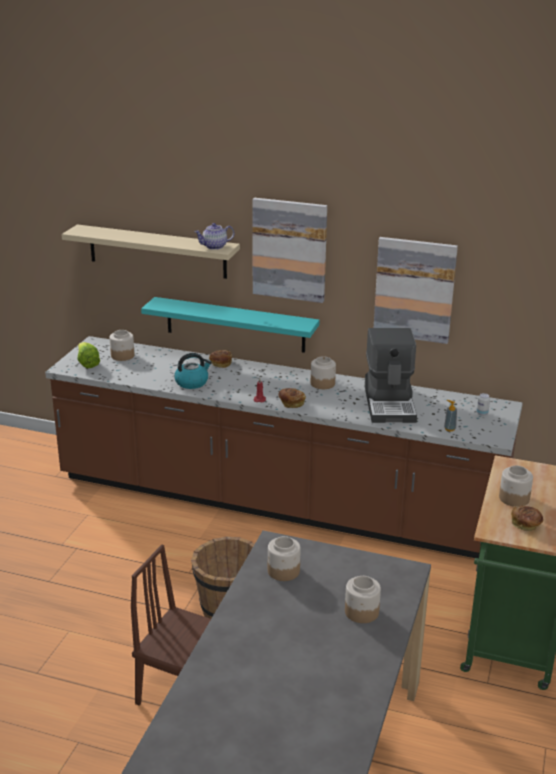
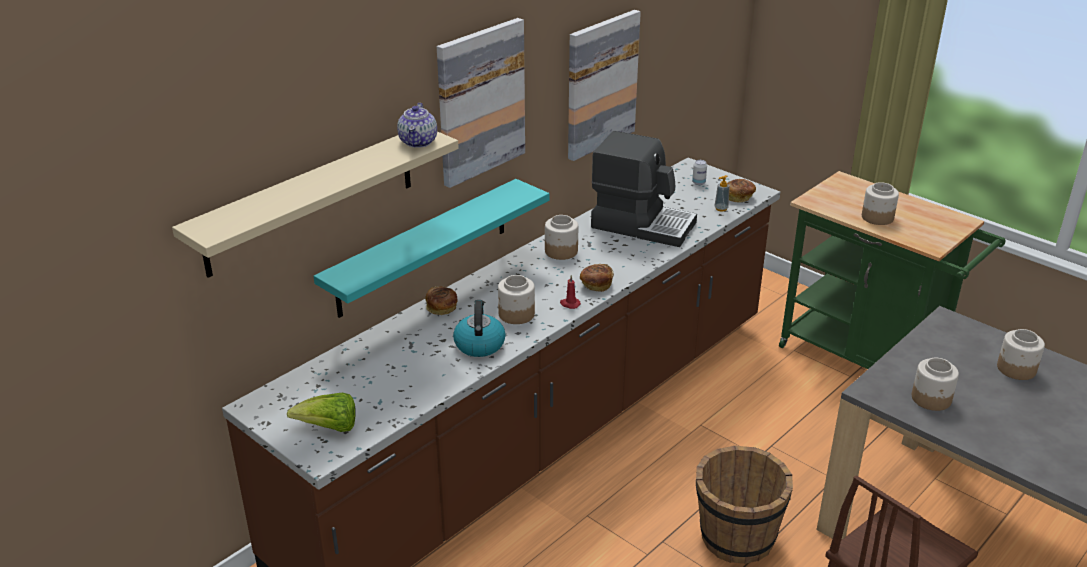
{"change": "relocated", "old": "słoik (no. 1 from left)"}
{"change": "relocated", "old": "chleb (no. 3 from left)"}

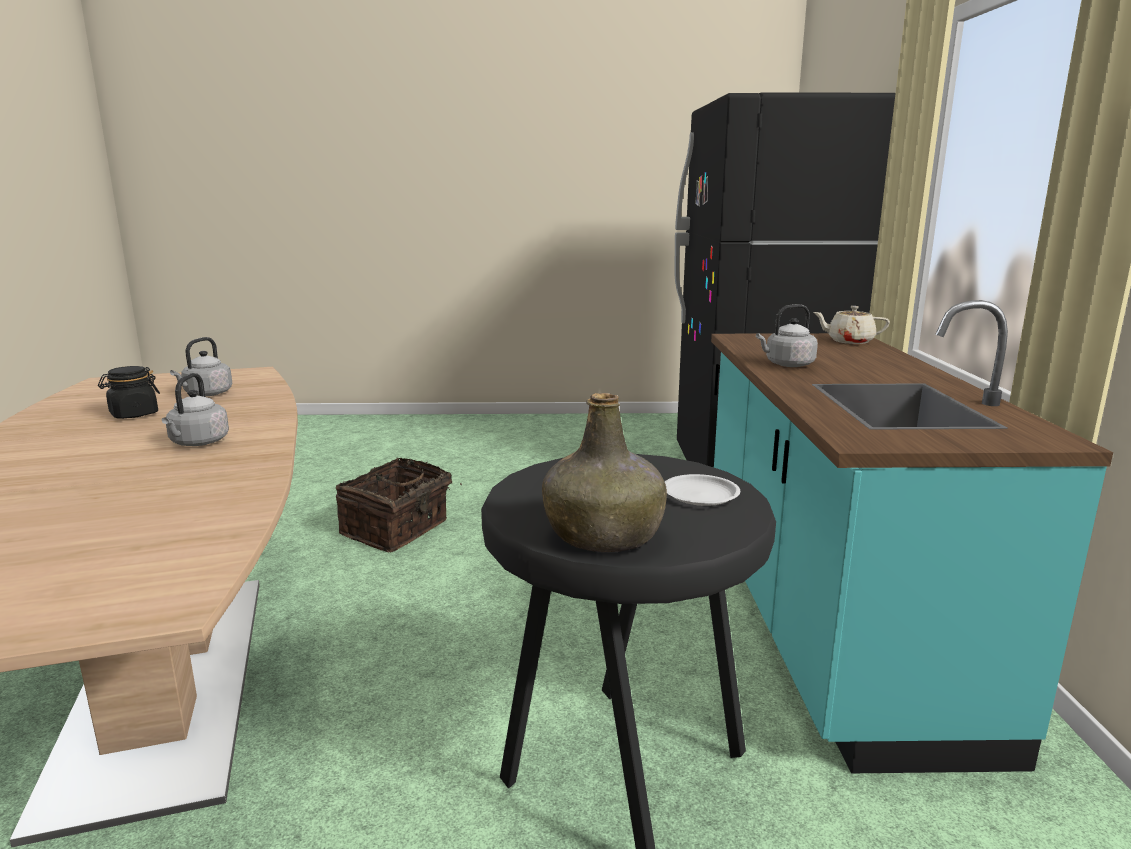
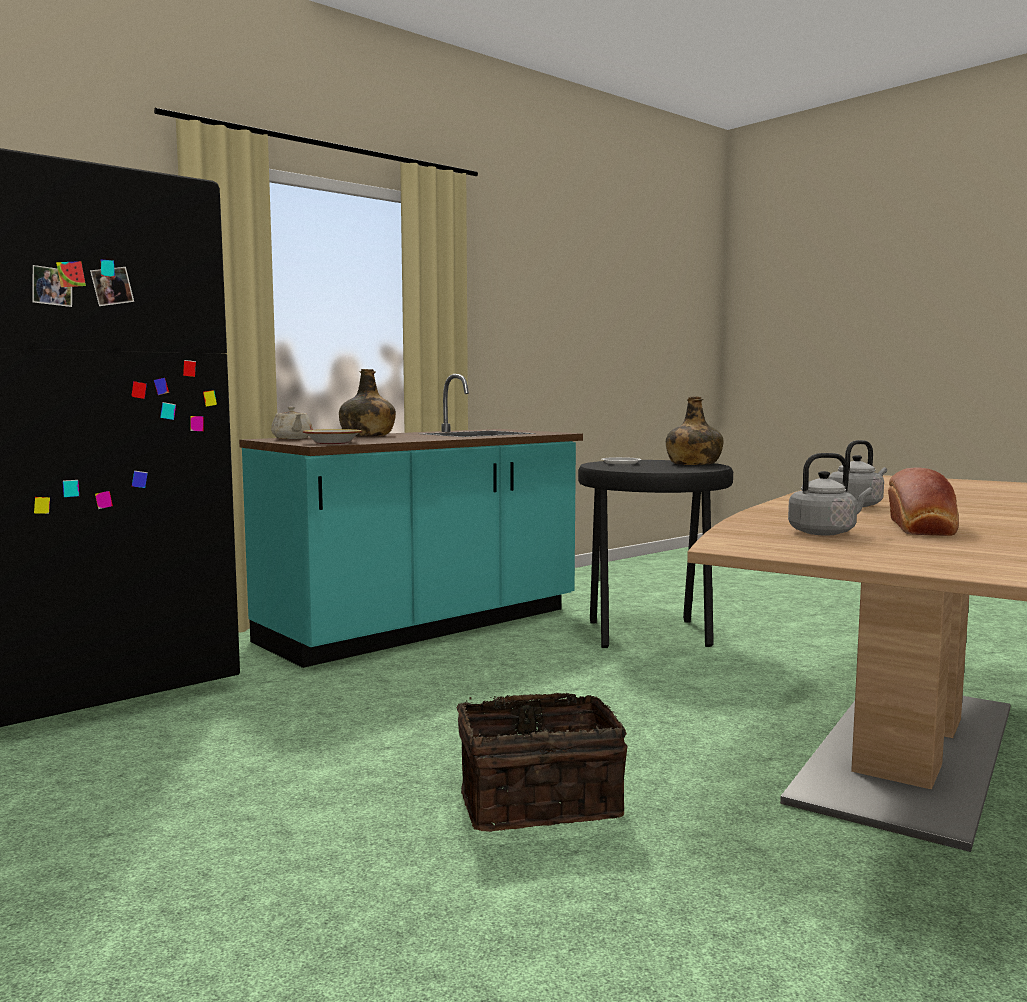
{"change": "missing", "old": "czajnik (szary) (no. 3 from left)"}
{"change": "appeared", "new": "miska"}
{"change": "appeared", "new": "butelka (zielony) (no. 1 from left)"}
{"change": "exchanged", "old": "słoik (czarny)", "new": "chleb"}

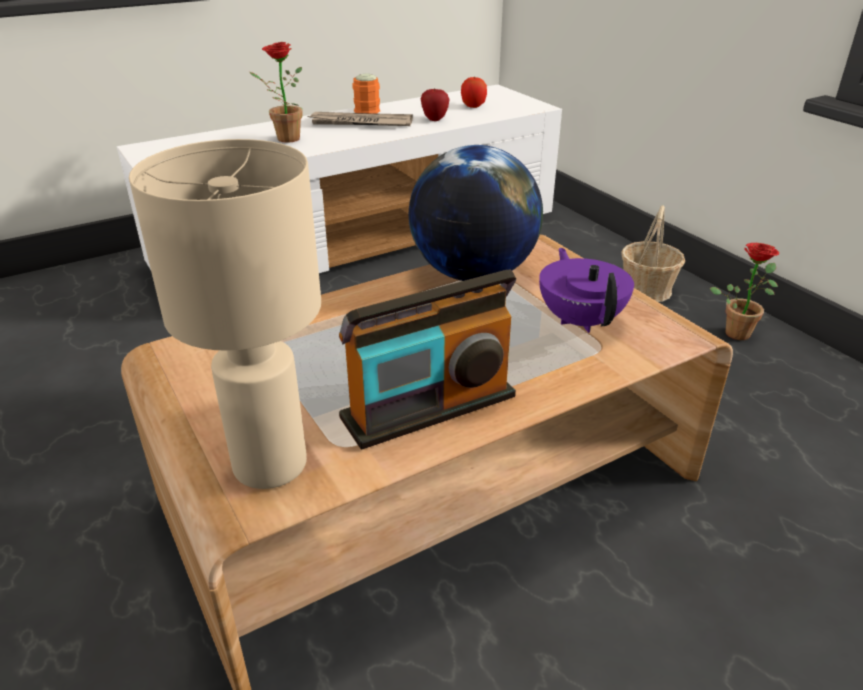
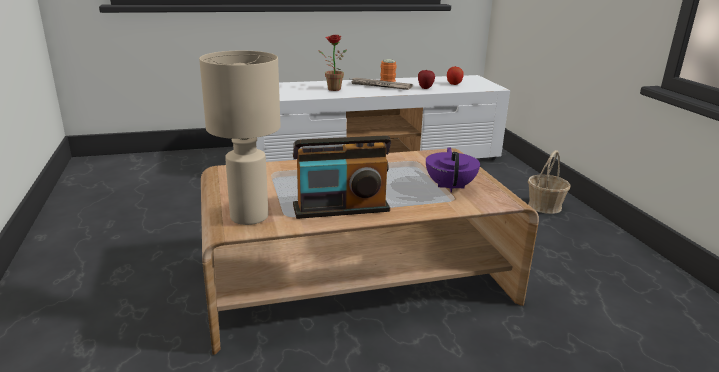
{"change": "missing", "old": "globus"}
{"change": "missing", "old": "roślina doniczkowa (no. 2 from left)"}

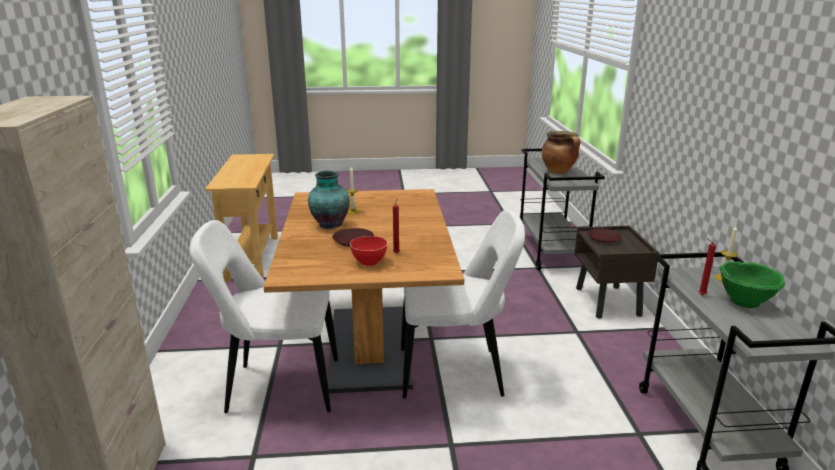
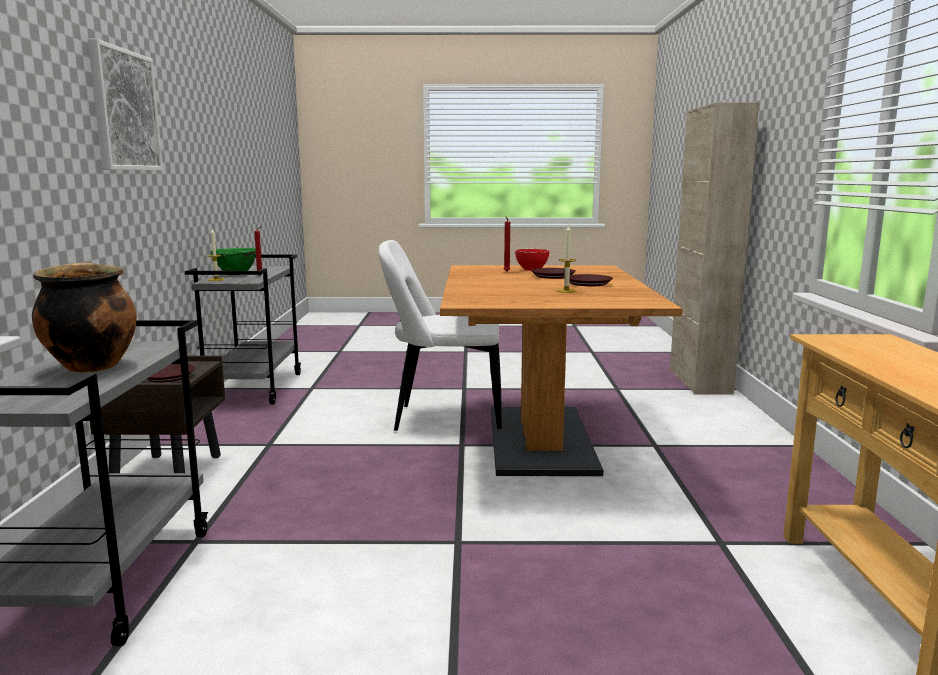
{"change": "missing", "old": "krzesło (biały) (no. 1 from left)"}
{"change": "appeared", "new": "obraz"}
{"change": "exchanged", "old": "wazon", "new": "talerz (brązowy) (no. 3 from left)"}

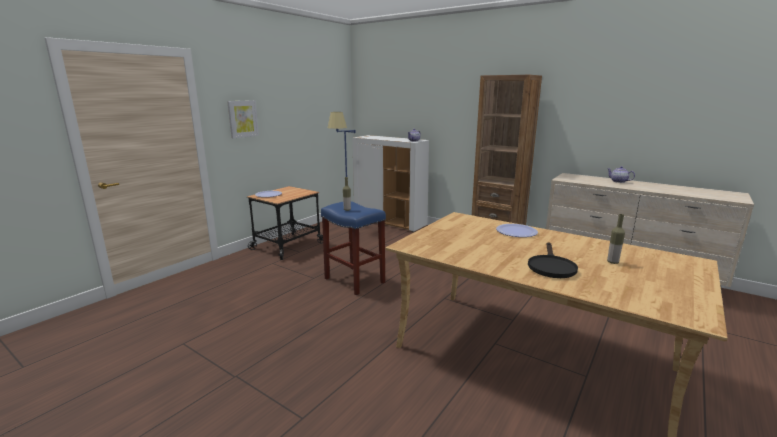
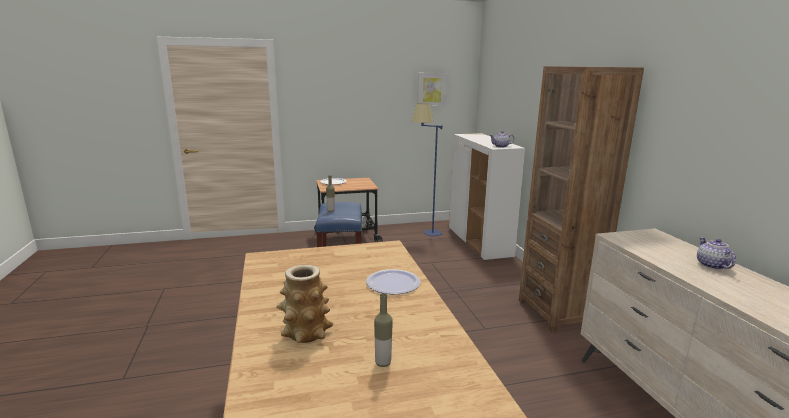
{"change": "relocated", "old": "obraz"}
{"change": "exchanged", "old": "patelnia (czarny)", "new": "wazon"}

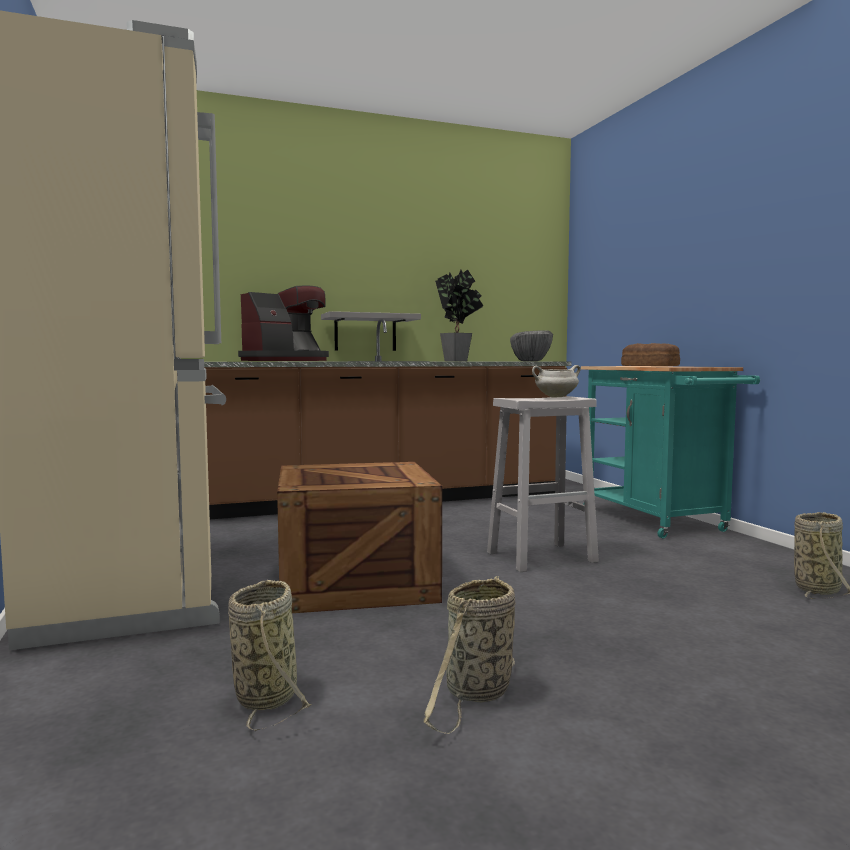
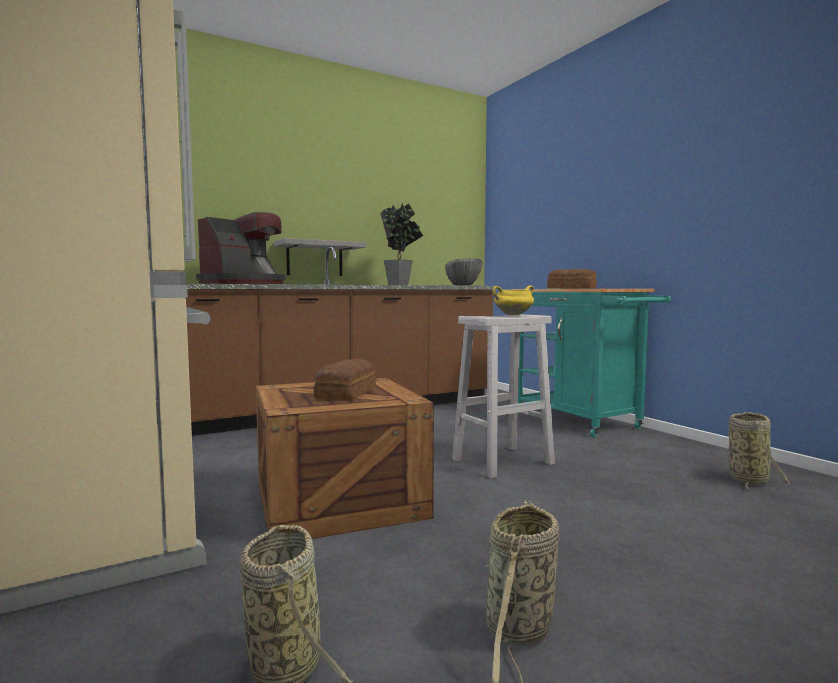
{"change": "appeared", "new": "chleb (no. 1 from left)"}
{"change": "colour", "old": "garnek (biały)", "new": "garnek (żółty)"}

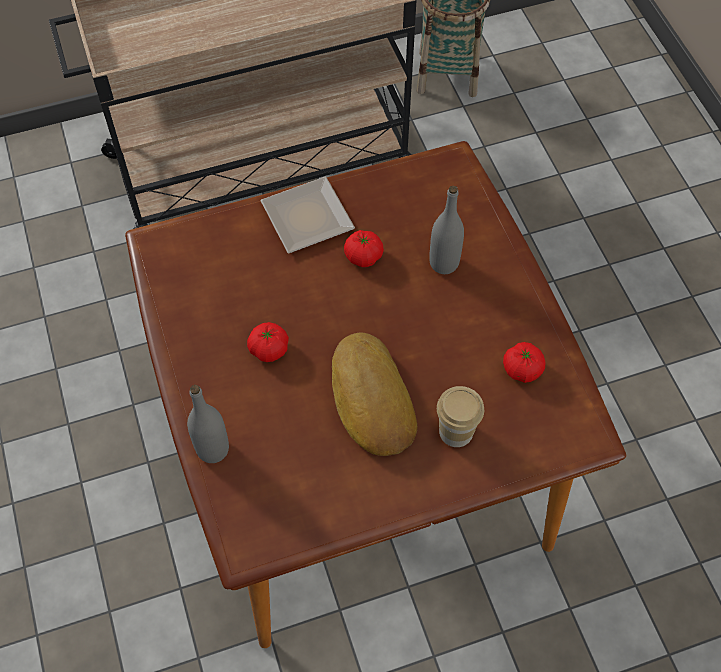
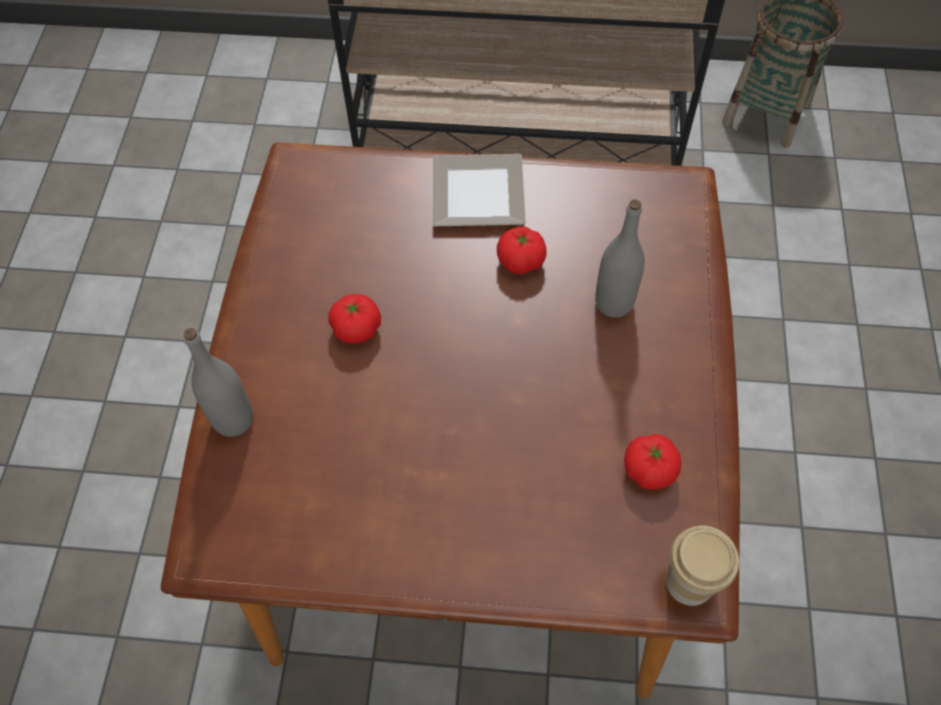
{"change": "missing", "old": "chleb"}
{"change": "relocated", "old": "filiżanka"}

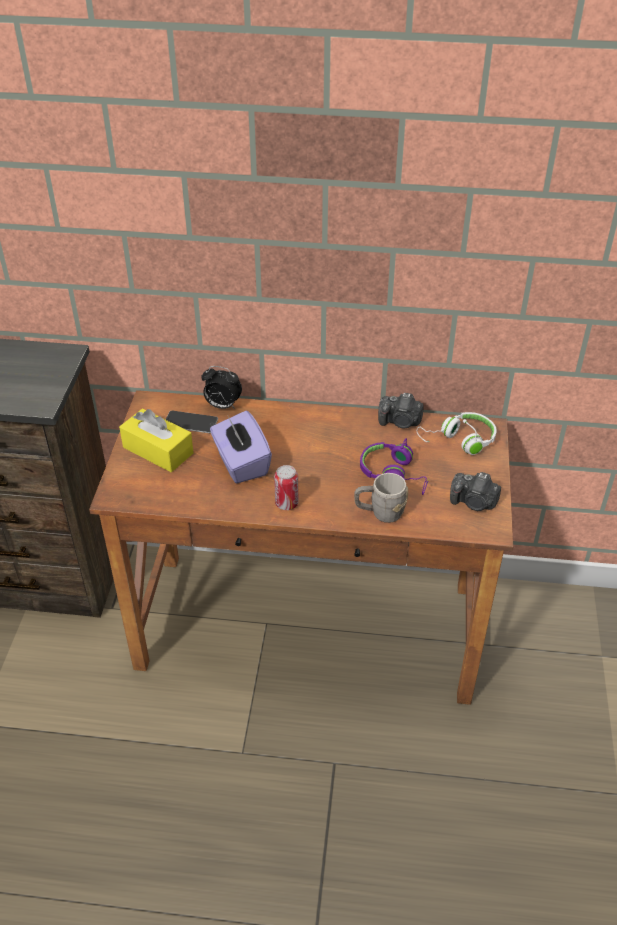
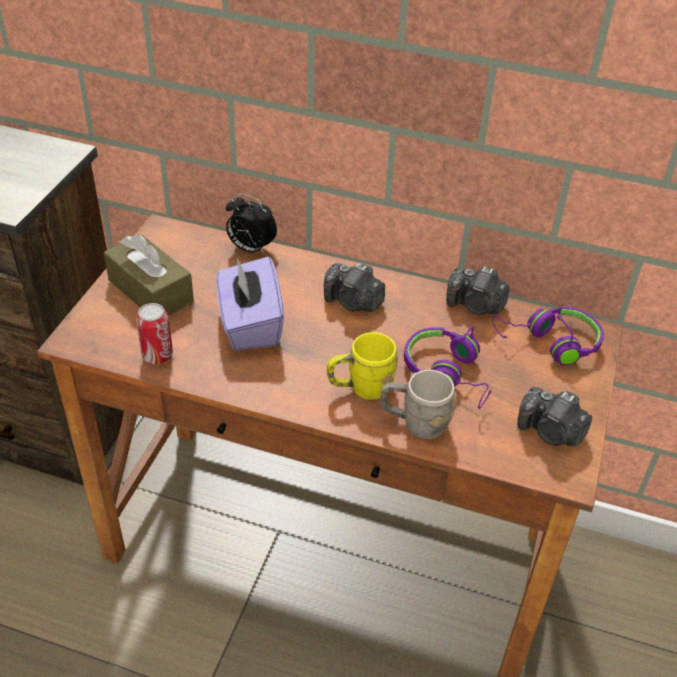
{"change": "missing", "old": "telefon"}
{"change": "appeared", "new": "aparat fotograficzny (no. 1 from left)"}
{"change": "appeared", "new": "kubek (żółty)"}
{"change": "relocated", "old": "puszka"}
{"change": "colour", "old": "pudełko chusteczek (żółty)", "new": "pudełko chusteczek (brązowy)"}
{"change": "colour", "old": "słuchawki (biały)", "new": "słuchawki (fioletowy) (no. 2 from left)"}

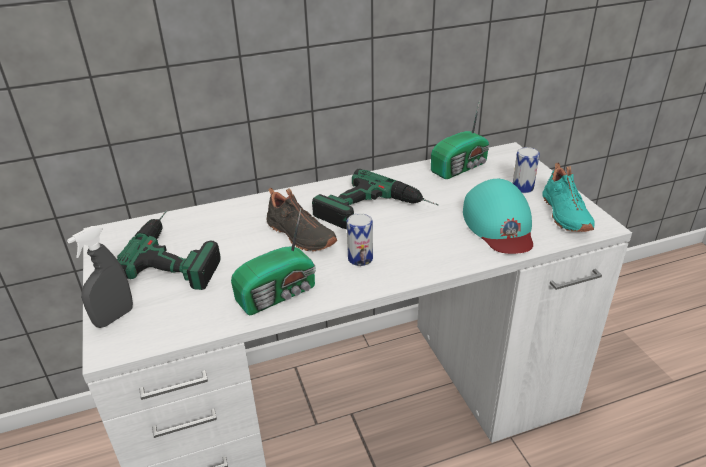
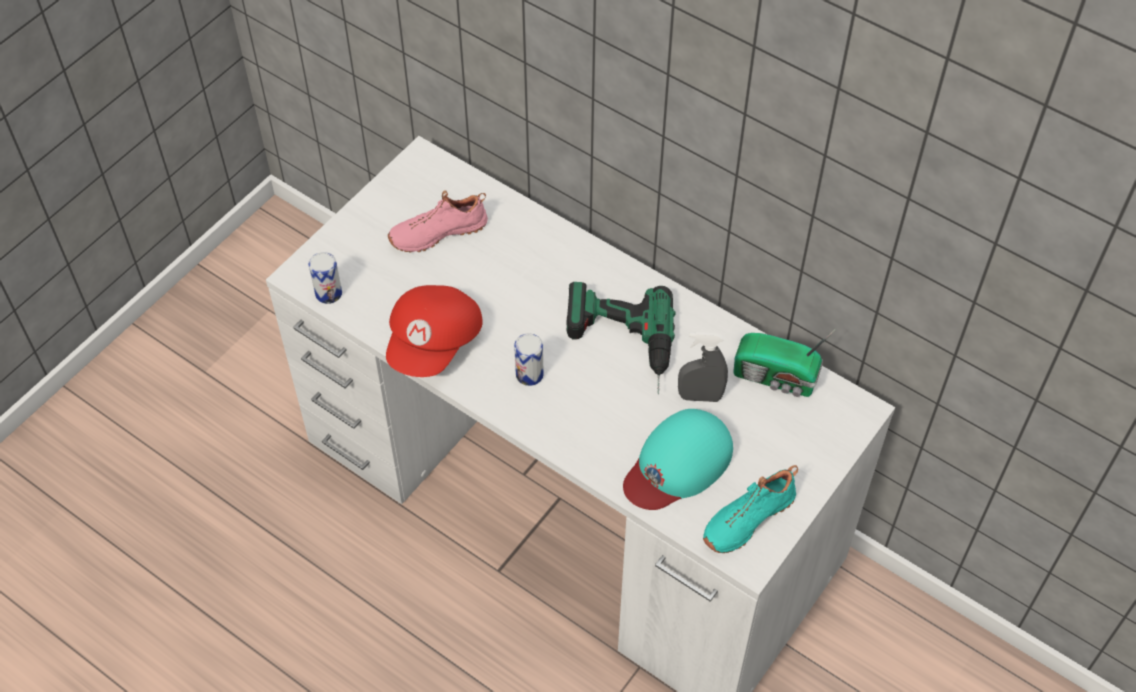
{"change": "missing", "old": "but (czarny)"}
{"change": "relocated", "old": "spryskiwacz (szary)"}
{"change": "relocated", "old": "puszka (no. 2 from left in the first image)", "new": "puszka (no. 1 from left)"}
{"change": "exchanged", "old": "wiertarka (no. 1 from left)", "new": "but (różowy)"}
{"change": "exchanged", "old": "radio (no. 1 from left)", "new": "czapka z daszkiem (czerwony)"}

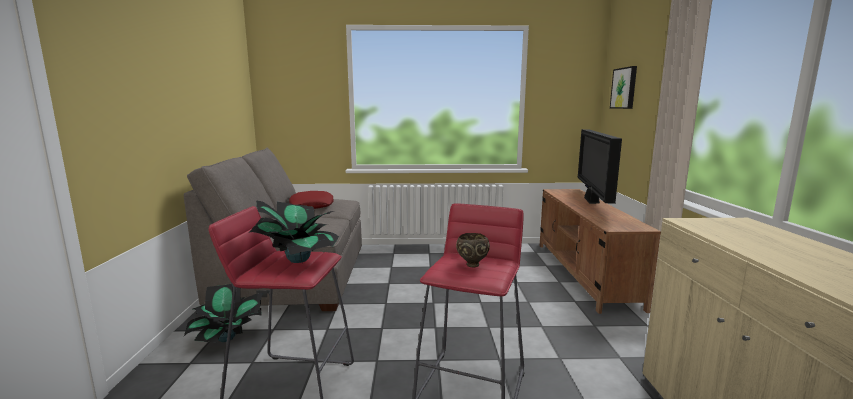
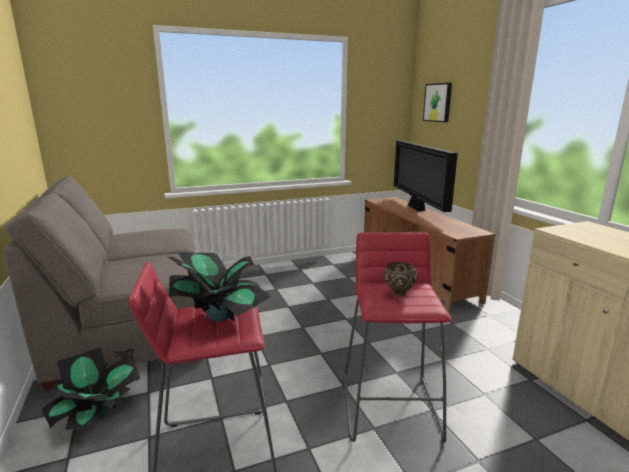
{"change": "missing", "old": "poduszka (czerwony)"}

